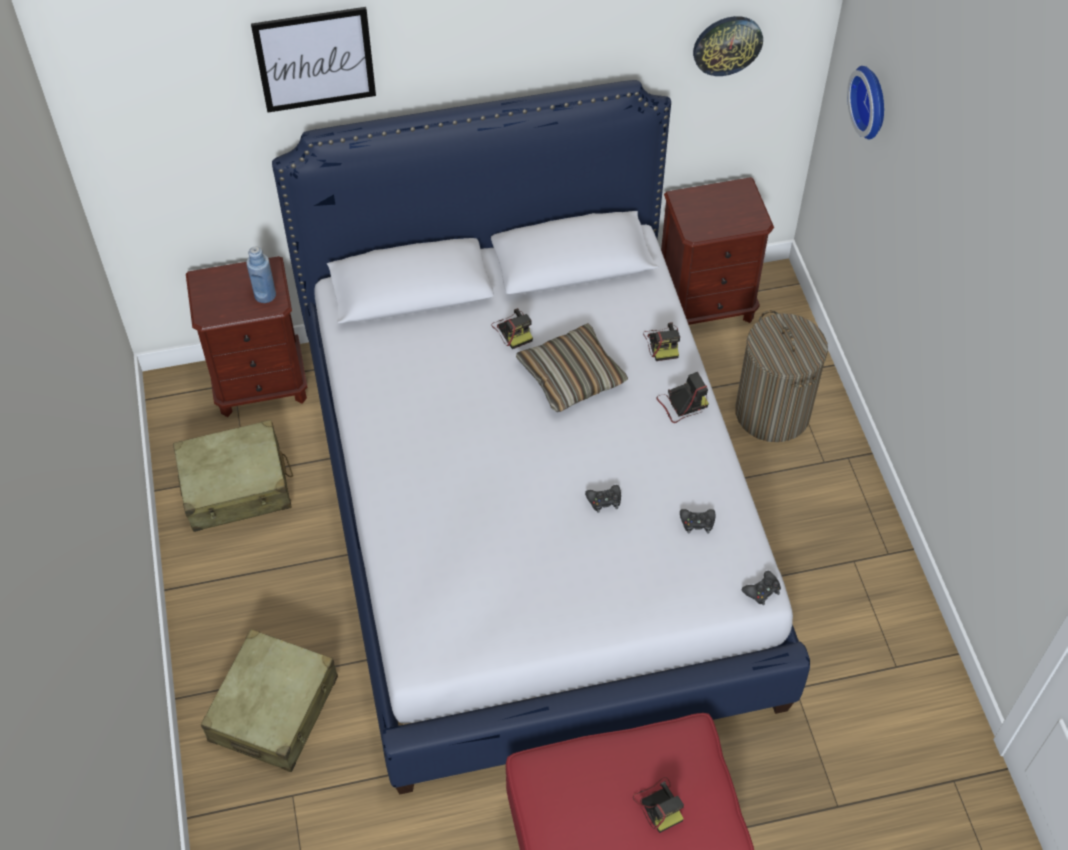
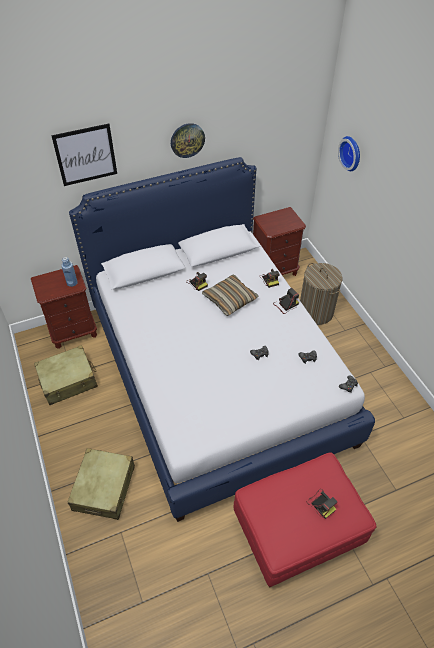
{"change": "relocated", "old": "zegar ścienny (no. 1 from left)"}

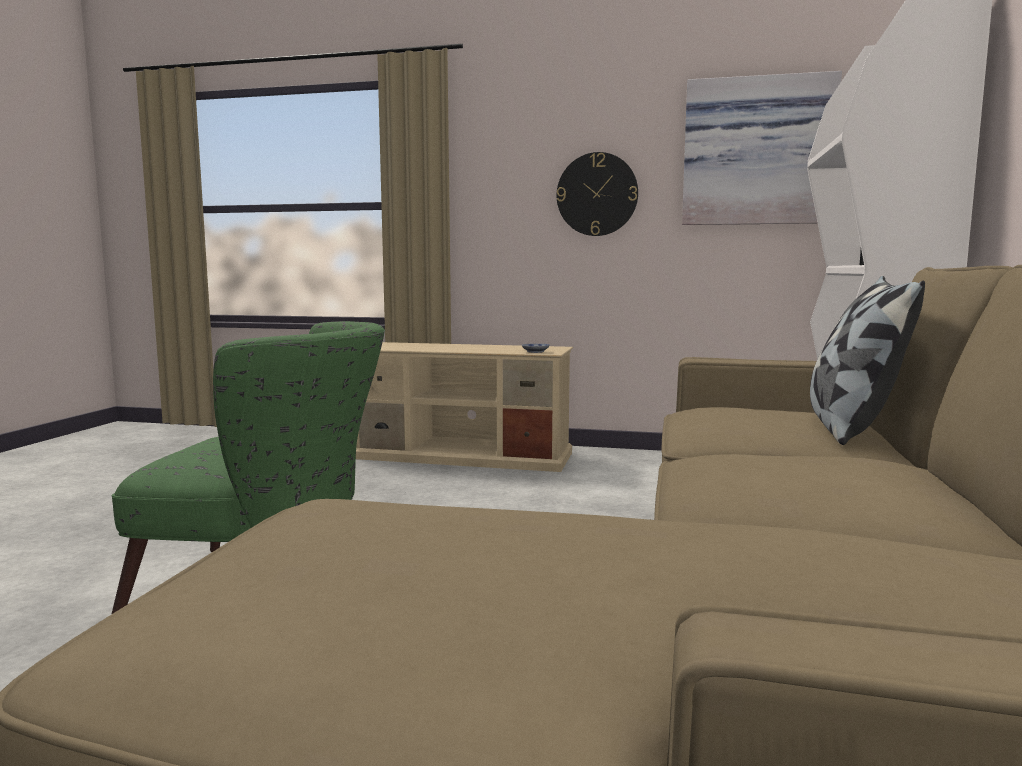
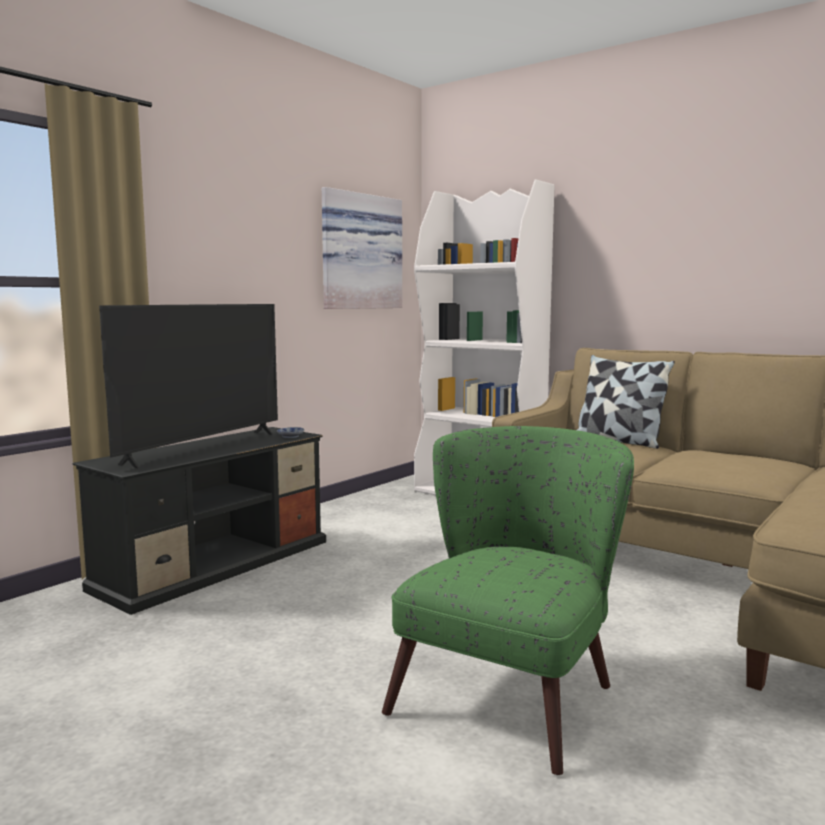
{"change": "missing", "old": "zegar ścienny"}
{"change": "appeared", "new": "telewizor"}
{"change": "colour", "old": "szafka pod telewizor (beżowy)", "new": "szafka pod telewizor (czarny)"}

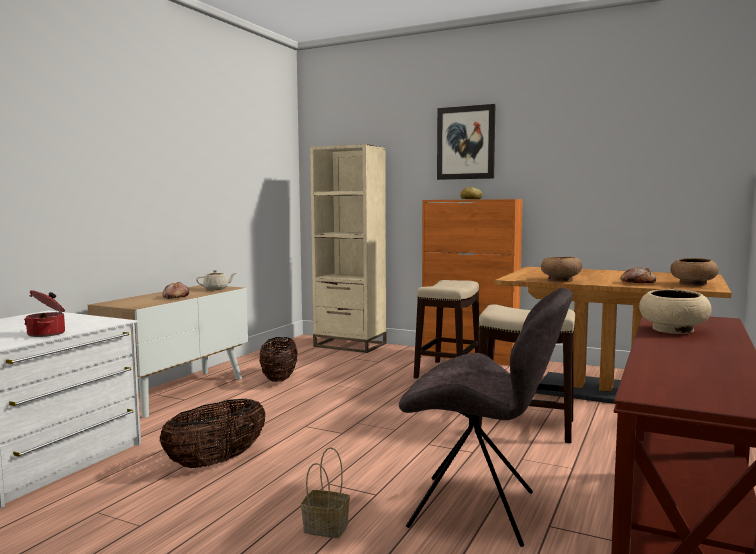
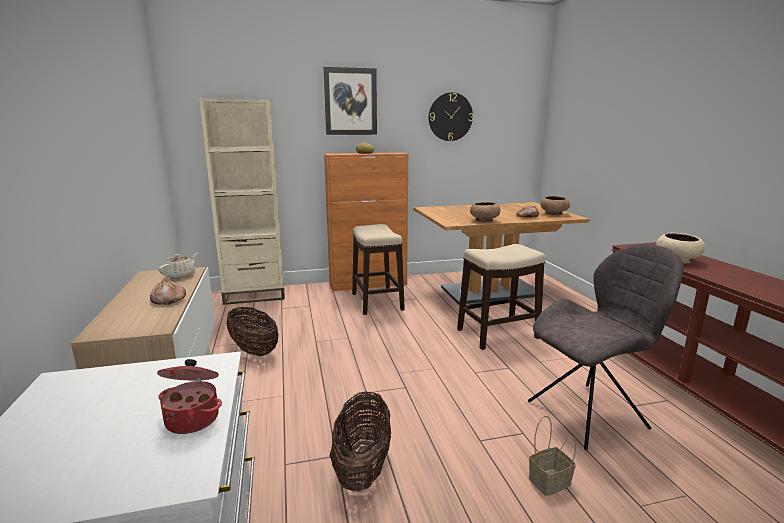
{"change": "appeared", "new": "zegar ścienny"}

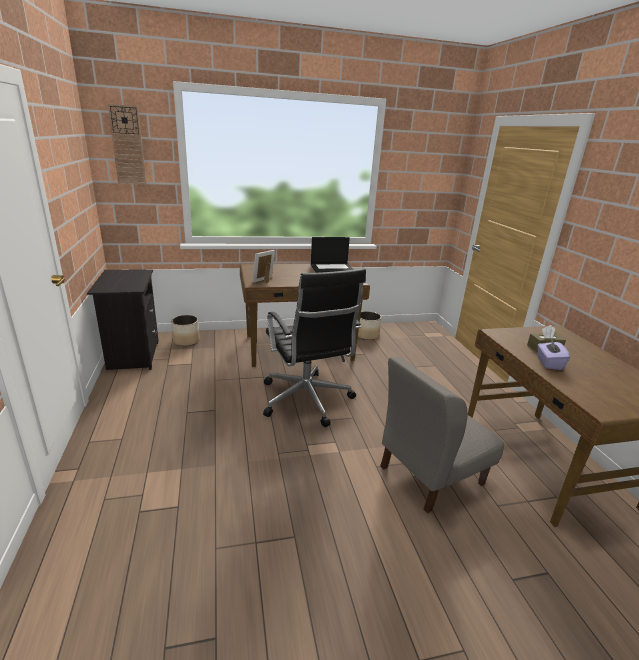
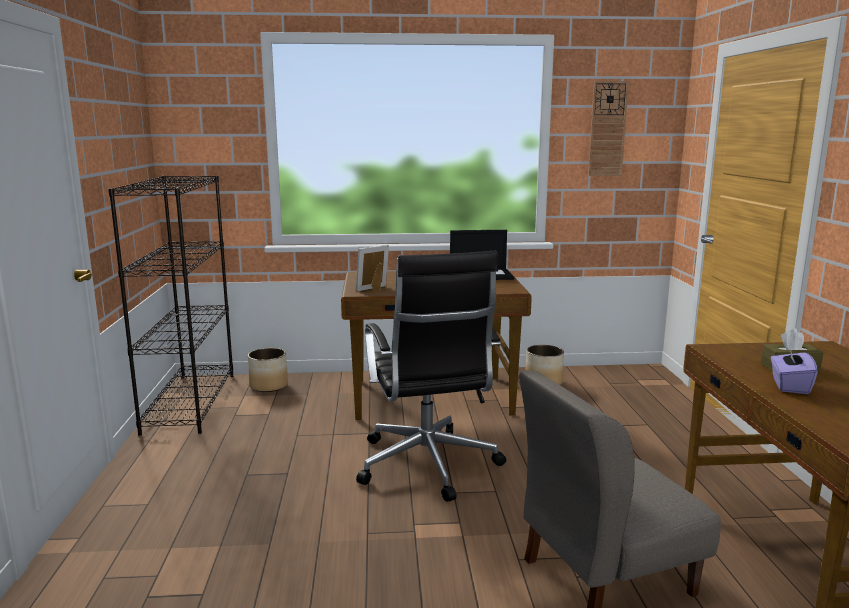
{"change": "relocated", "old": "zegar ścienny"}
{"change": "exchanged", "old": "szafka nocna (czarny)", "new": "regał (czarny)"}

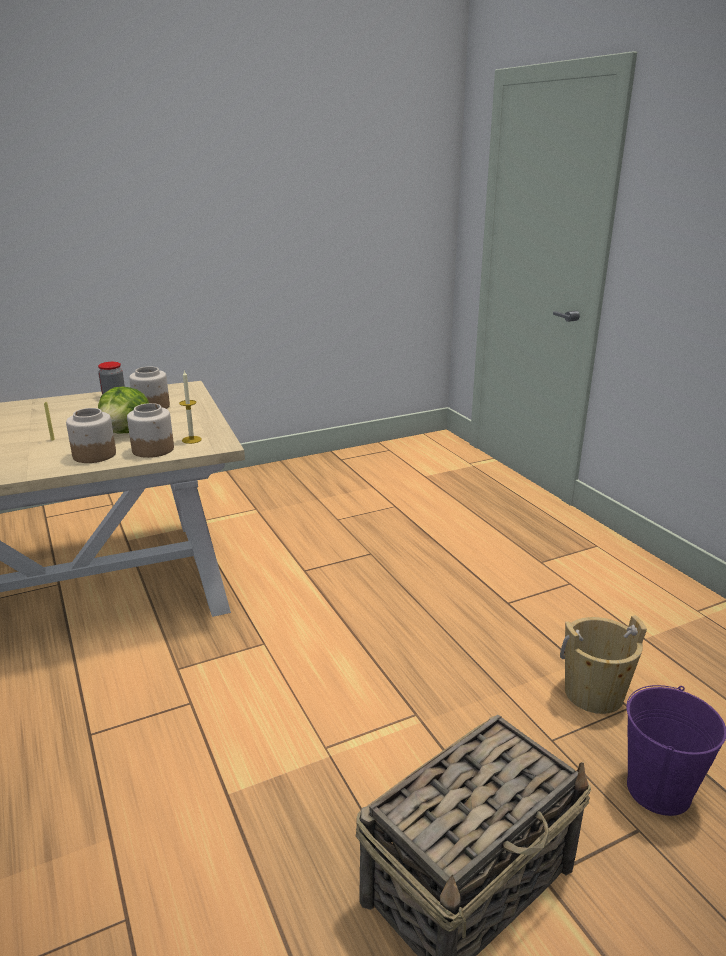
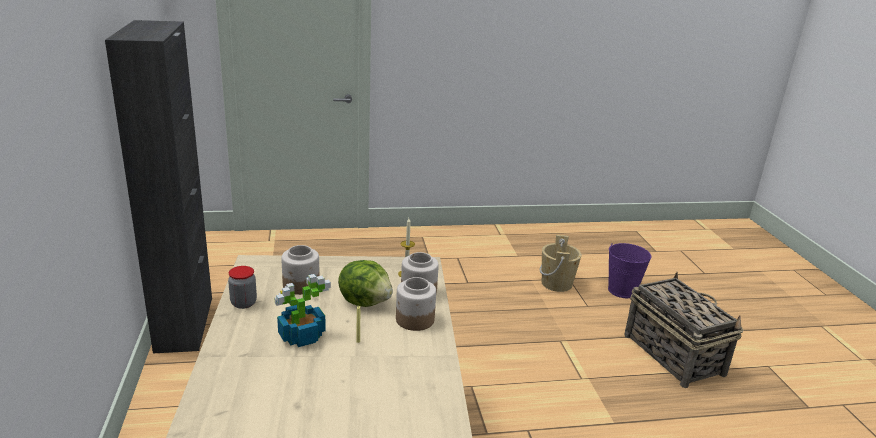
{"change": "appeared", "new": "szafka (czarny)"}
{"change": "appeared", "new": "roślina doniczkowa"}

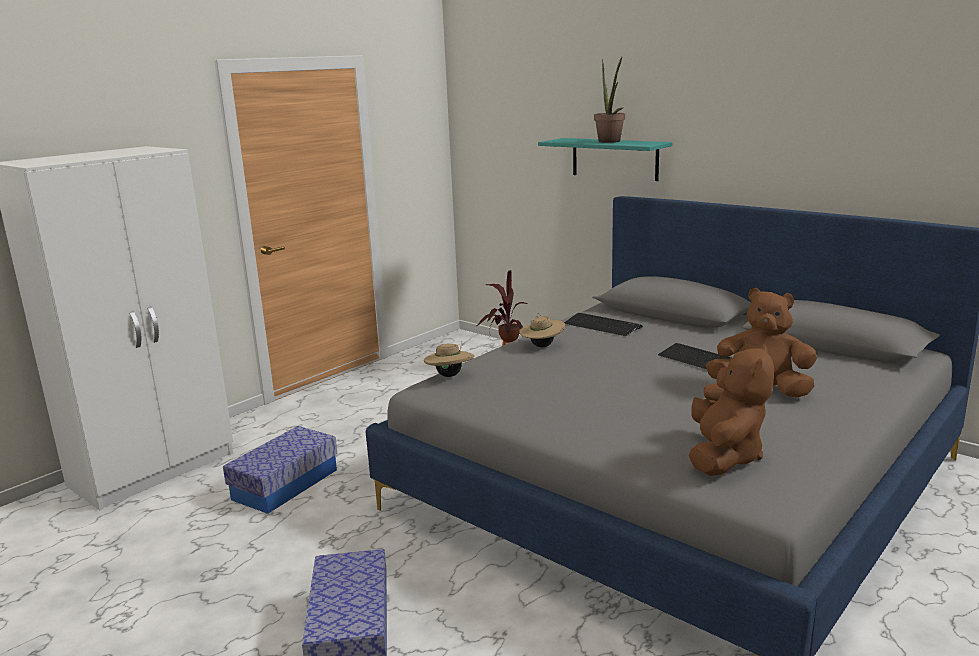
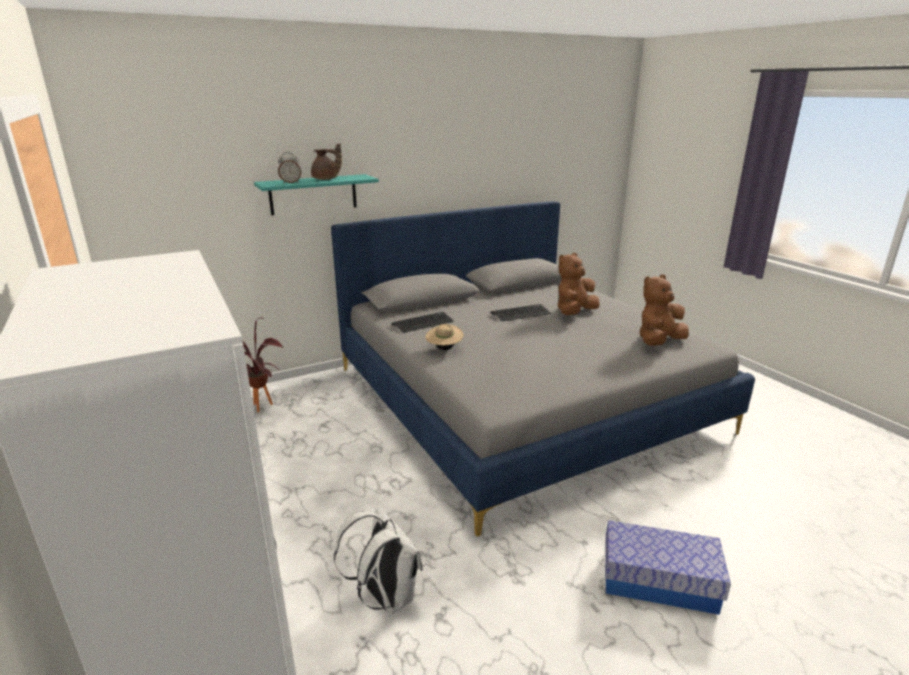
{"change": "missing", "old": "kapelusz (beżowy) (no. 1 from left)"}
{"change": "appeared", "new": "budzik"}
{"change": "exchanged", "old": "pojemnik do przechowywania (no. 1 from left)", "new": "plecak (biały)"}
{"change": "exchanged", "old": "roślina doniczkowa (no. 2 from left)", "new": "imbryk (brązowy)"}
{"change": "spun", "old": "pluszak (brązowy) (no. 1 from left in the first image)", "degrees": -75}

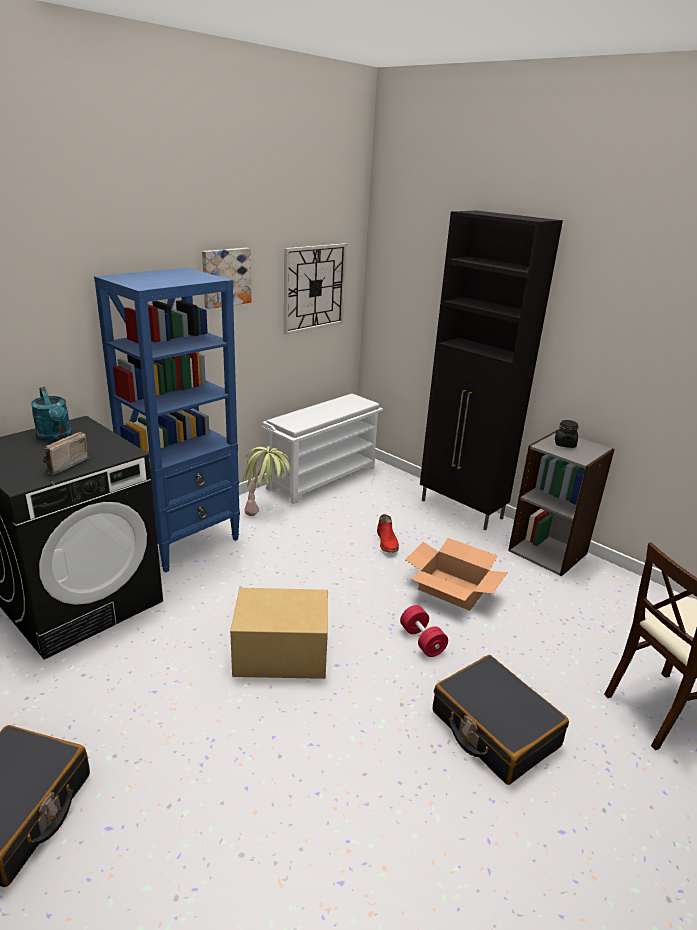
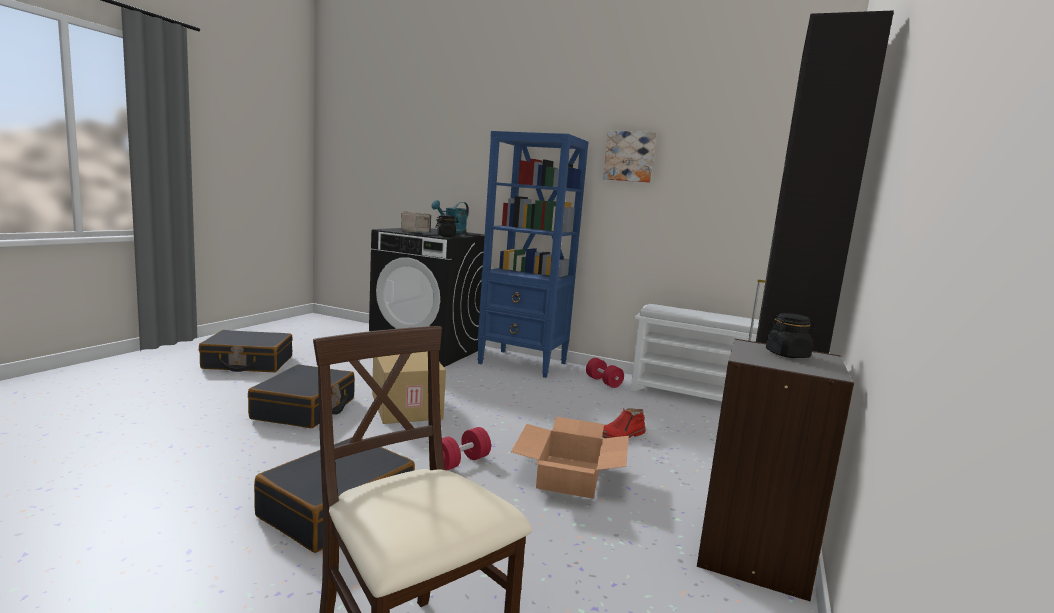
{"change": "missing", "old": "zegar ścienny"}
{"change": "appeared", "new": "walizka (czarny) (no. 2 from left)"}
{"change": "appeared", "new": "słoik (czarny) (no. 1 from left)"}
{"change": "exchanged", "old": "roślina doniczkowa", "new": "hantel (czerwony) (no. 2 from left)"}

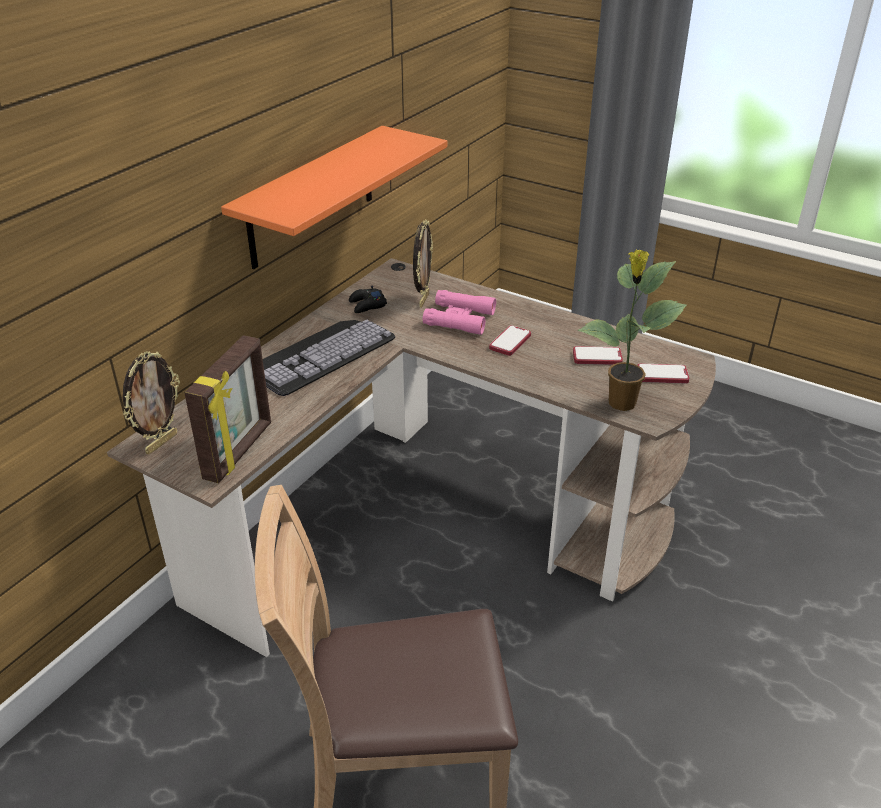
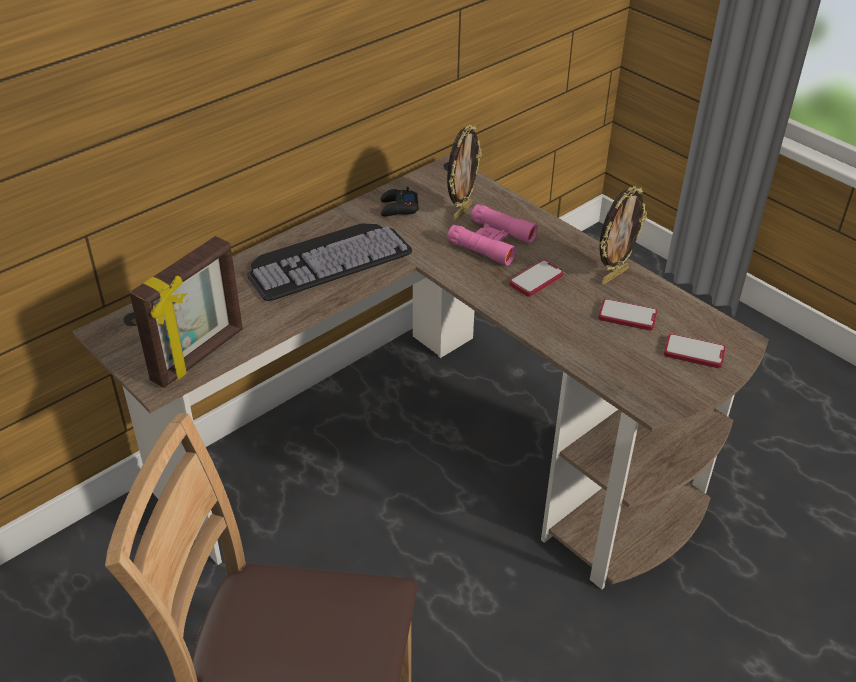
{"change": "missing", "old": "półka (pomarańczowy)"}
{"change": "missing", "old": "roślina doniczkowa"}
{"change": "relocated", "old": "ramka na zdjęcie (no. 1 from left in the first image)", "new": "ramka na zdjęcie (no. 3 from left)"}

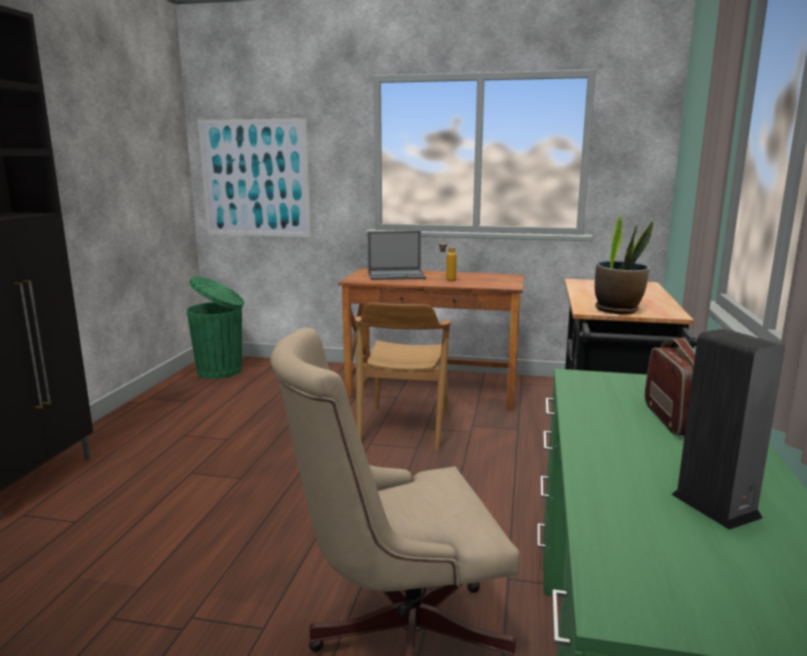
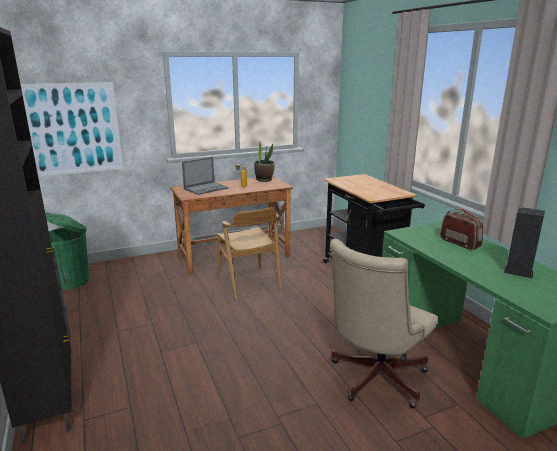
{"change": "relocated", "old": "roślina doniczkowa"}

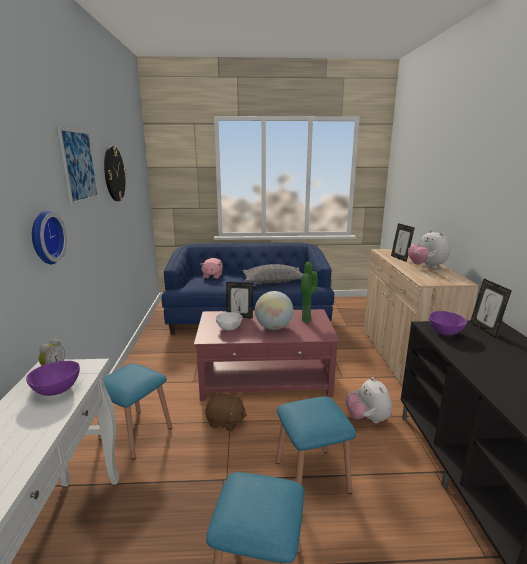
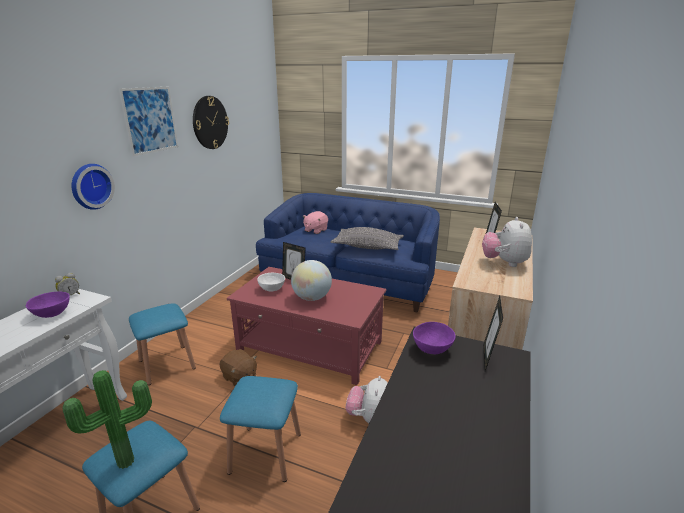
{"change": "relocated", "old": "roślina doniczkowa"}

